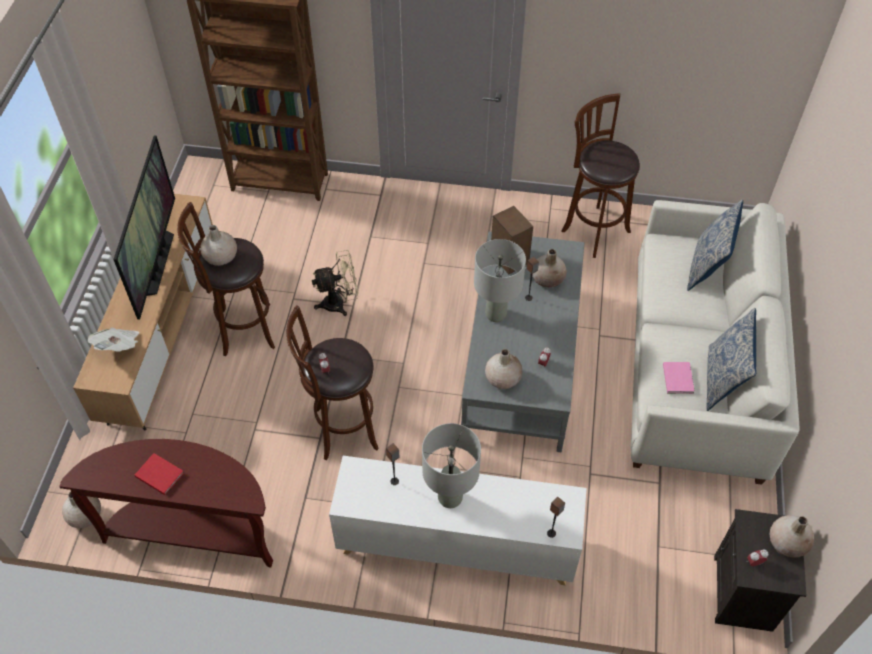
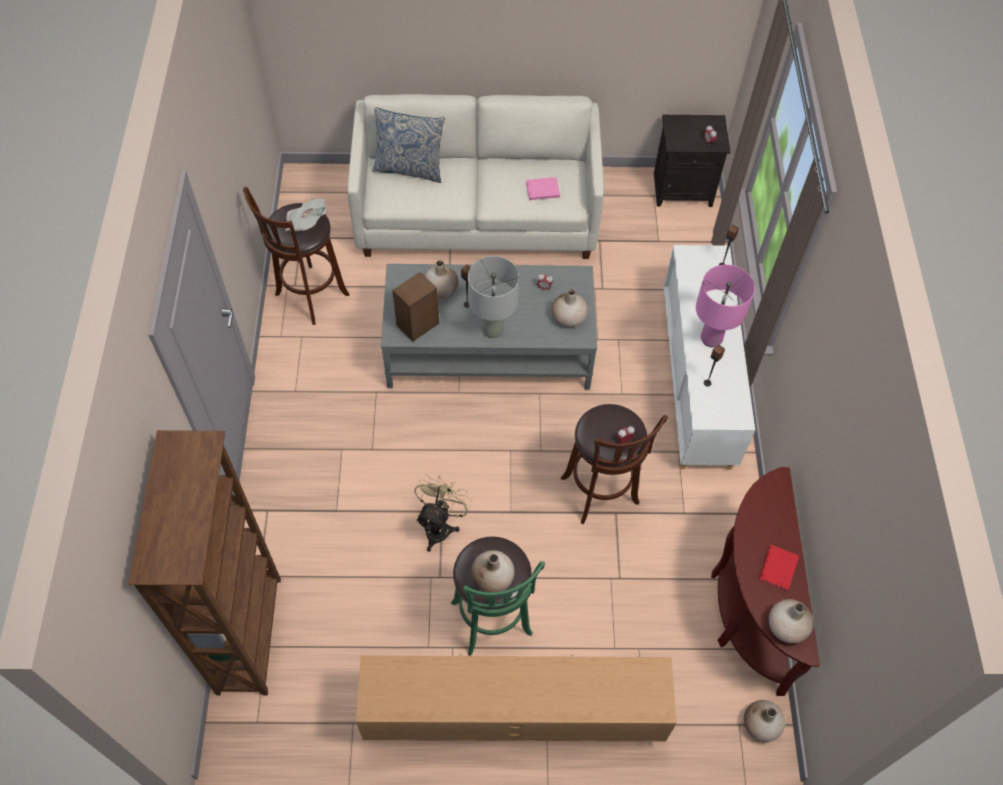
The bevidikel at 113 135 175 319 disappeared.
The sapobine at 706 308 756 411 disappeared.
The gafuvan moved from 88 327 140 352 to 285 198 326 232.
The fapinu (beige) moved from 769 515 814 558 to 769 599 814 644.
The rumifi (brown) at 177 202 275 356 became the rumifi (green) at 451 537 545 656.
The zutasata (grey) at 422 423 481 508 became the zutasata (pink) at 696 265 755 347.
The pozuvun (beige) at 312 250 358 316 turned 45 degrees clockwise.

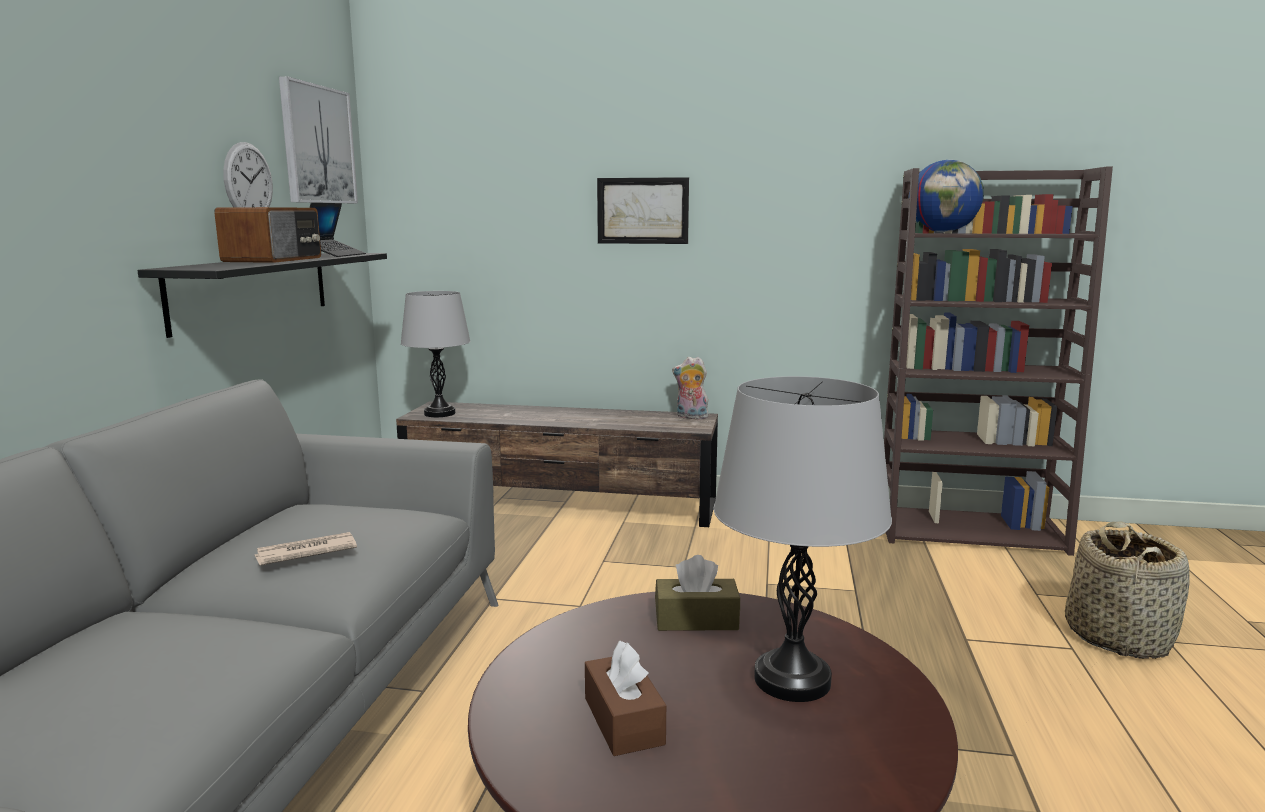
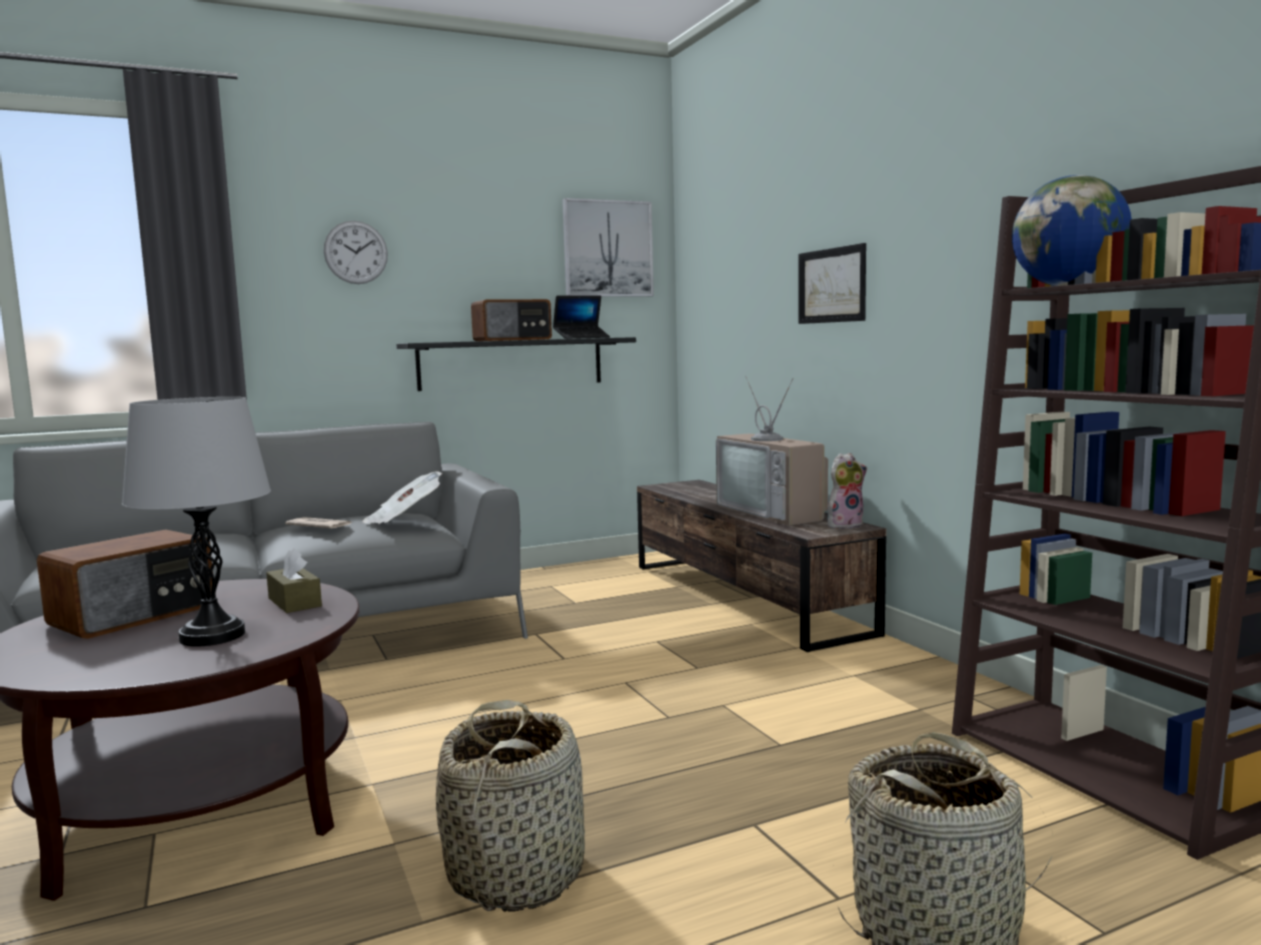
The zutasata (grey) at 401 291 470 417 disappeared.
The gafuvan at 363 471 442 524 appeared.
The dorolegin at 436 700 585 912 appeared.
The bevidikel at 716 376 828 526 appeared.
The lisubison moved from 223 142 273 207 to 324 221 388 284.
The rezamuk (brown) at 585 641 666 756 was replaced by the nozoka at 37 529 213 639.
The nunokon at 672 357 708 419 turned 90 degrees clockwise.

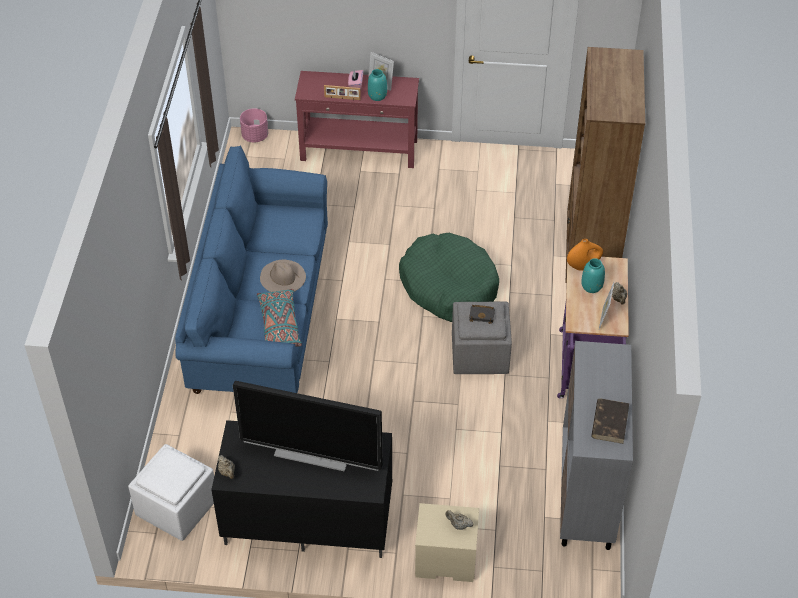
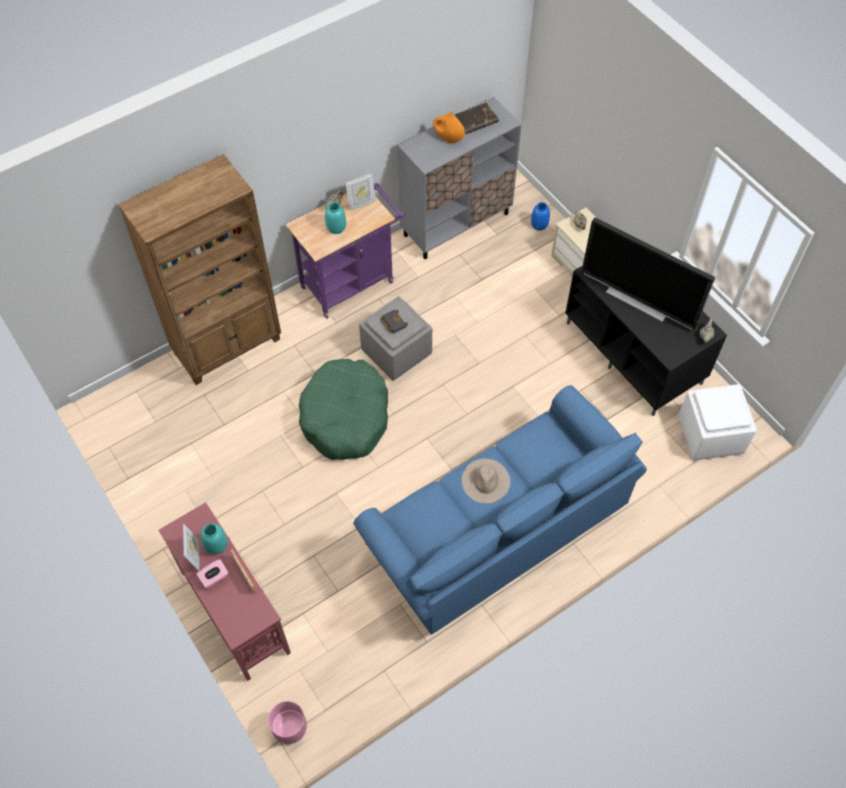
The sapobine (turquoise) at 257 289 302 347 disappeared.
The fapinu (blue) at 531 202 550 231 appeared.
The fapinu (orange) moved from 567 239 603 271 to 433 112 465 143.
The bevidikel at 233 381 383 472 turned 150 degrees clockwise.

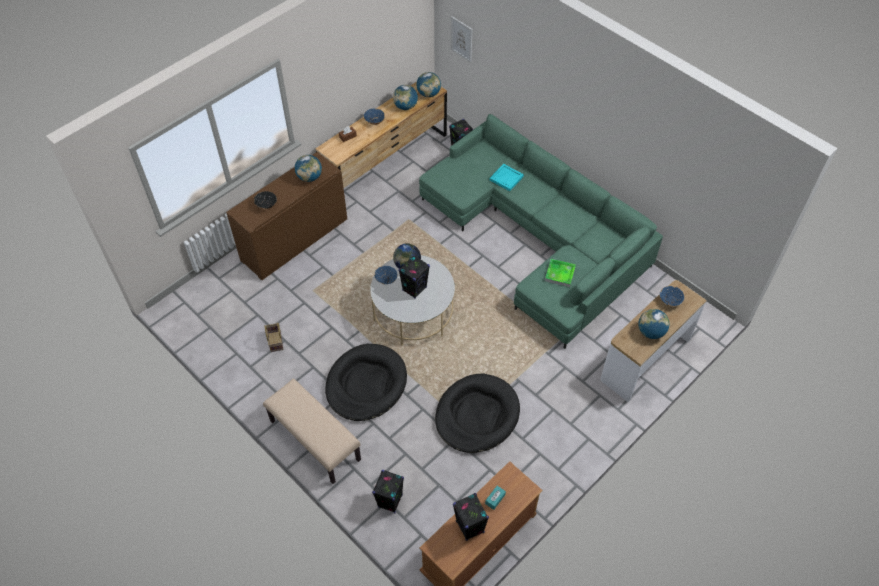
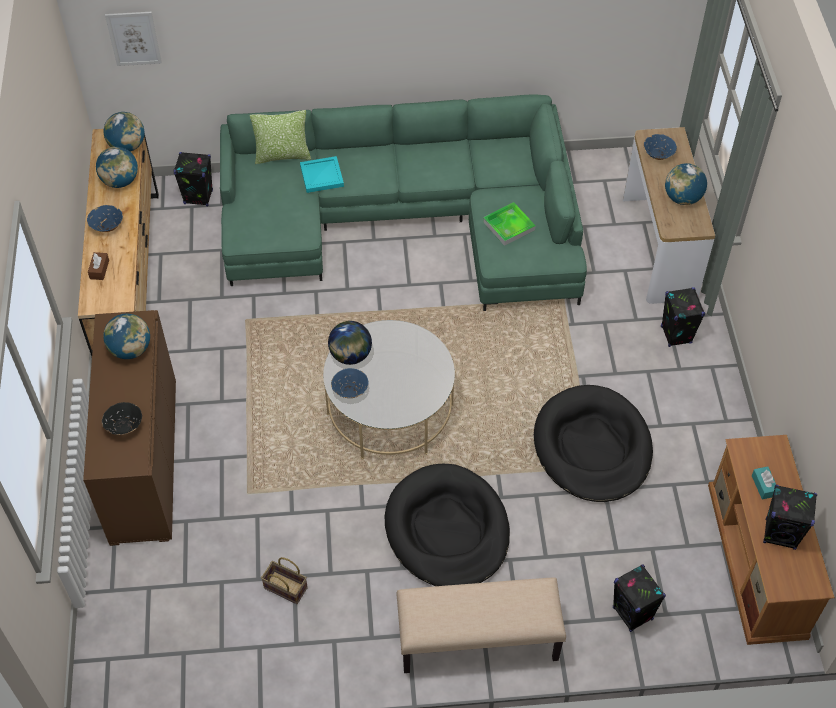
The sapobine at 250 110 311 164 appeared.
The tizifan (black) moved from 398 255 430 299 to 661 287 705 347.

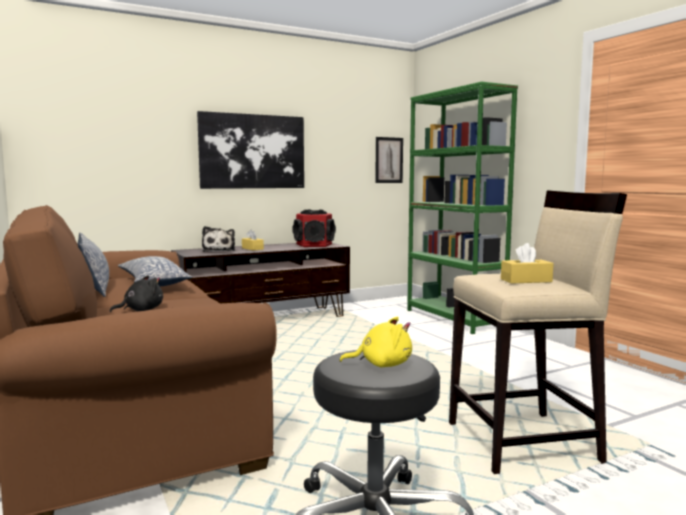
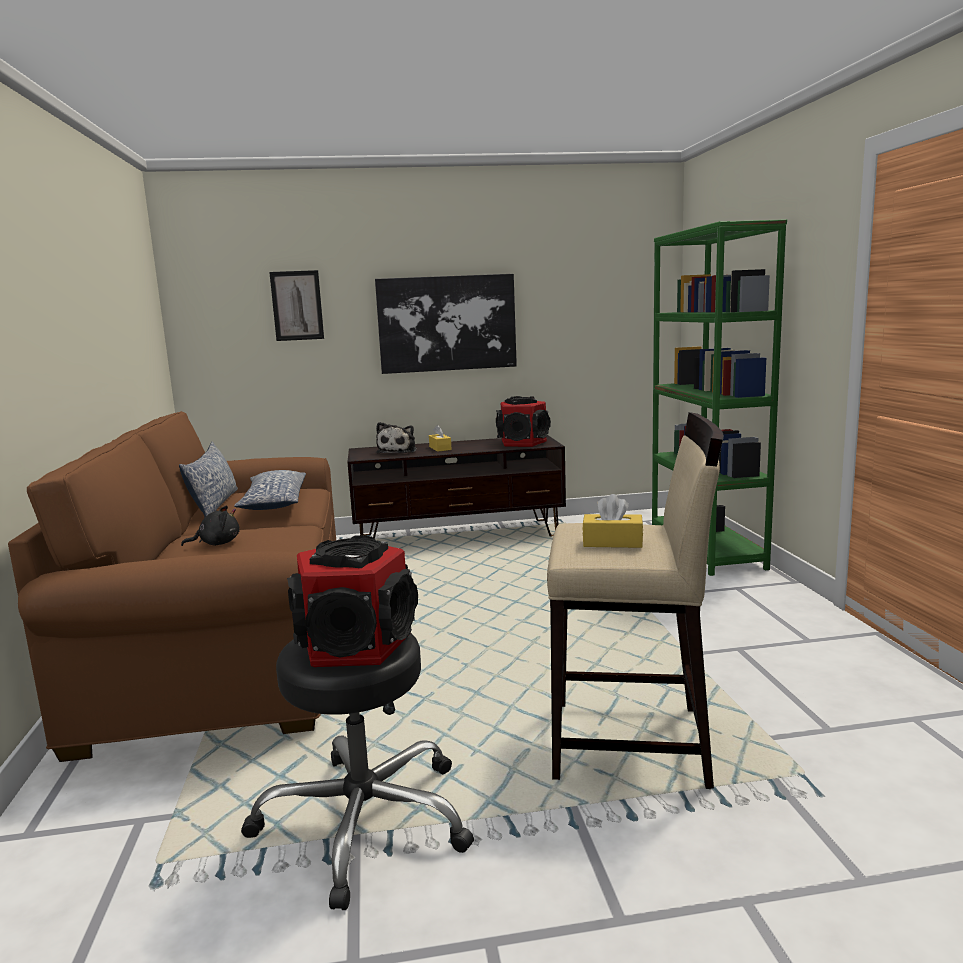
The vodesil moved from 375 137 403 183 to 269 270 324 341.
The nunokon (yellow) at 339 316 412 367 was replaced by the tizifan at 287 535 418 667.

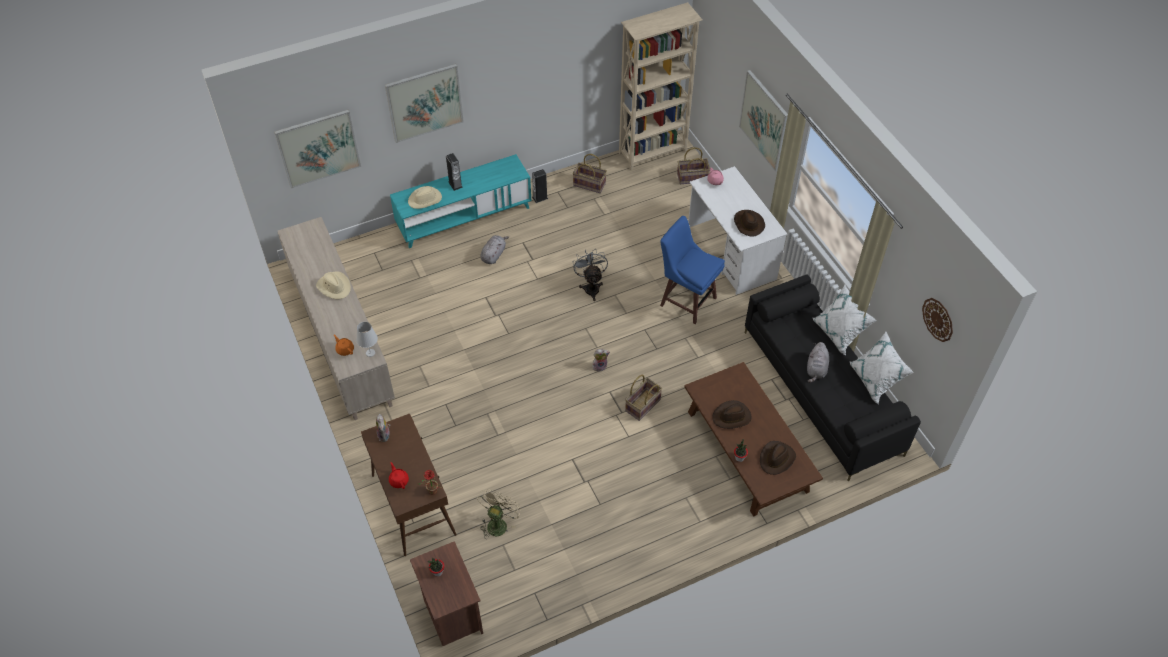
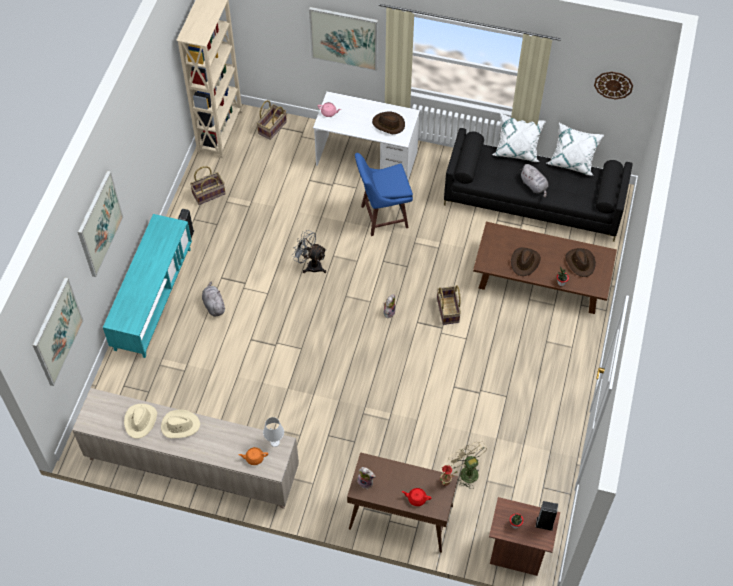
The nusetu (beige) moved from 408 186 442 209 to 124 404 157 439.
The tizifan moved from 446 153 463 191 to 536 501 558 531.

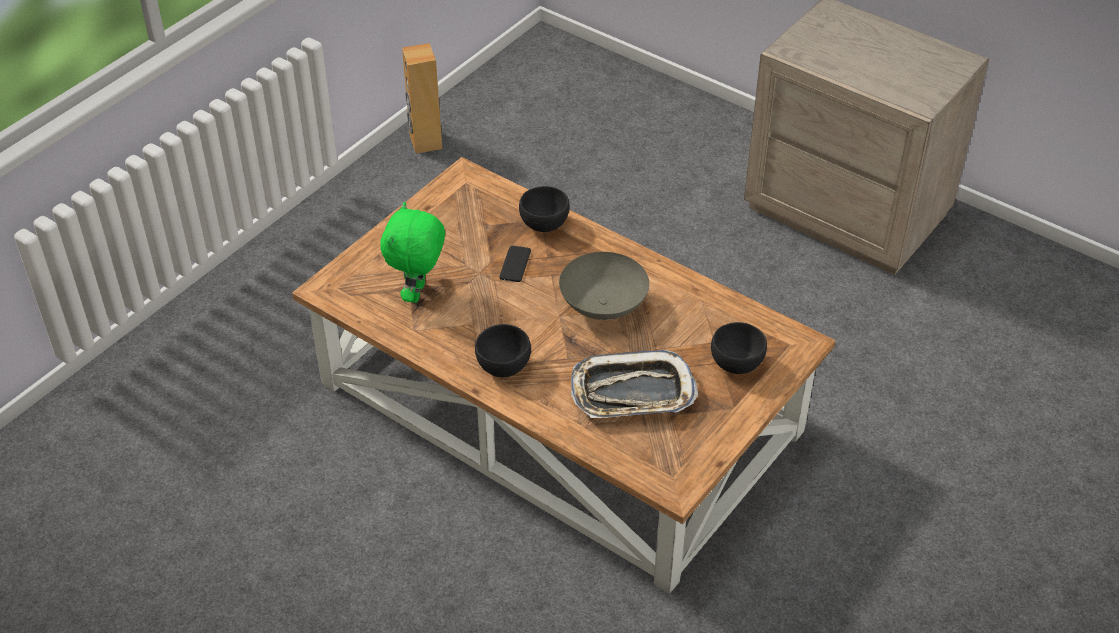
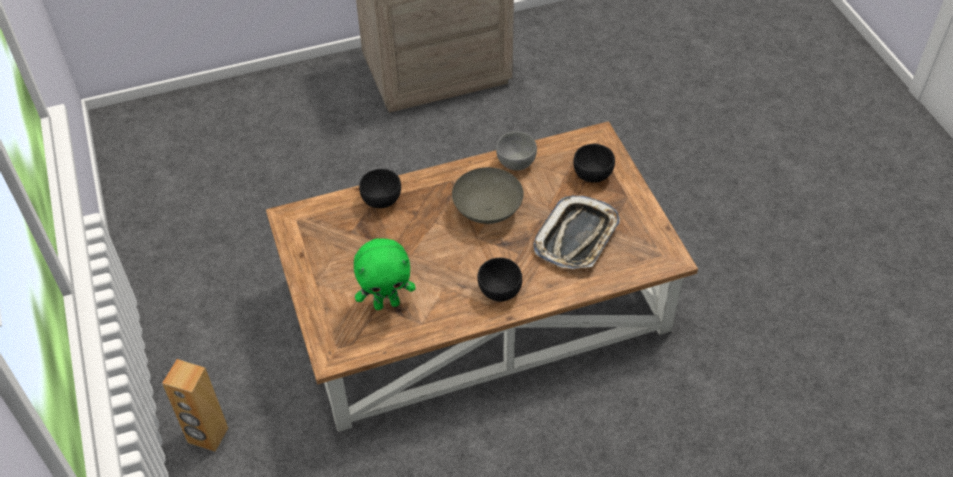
The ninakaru at 499 246 531 282 disappeared.
The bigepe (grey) at 496 131 537 171 appeared.
The tizifan (brown) moved from 402 43 442 154 to 162 359 228 452.
The nunokon (green) at 380 202 445 303 turned 60 degrees counterclockwise.

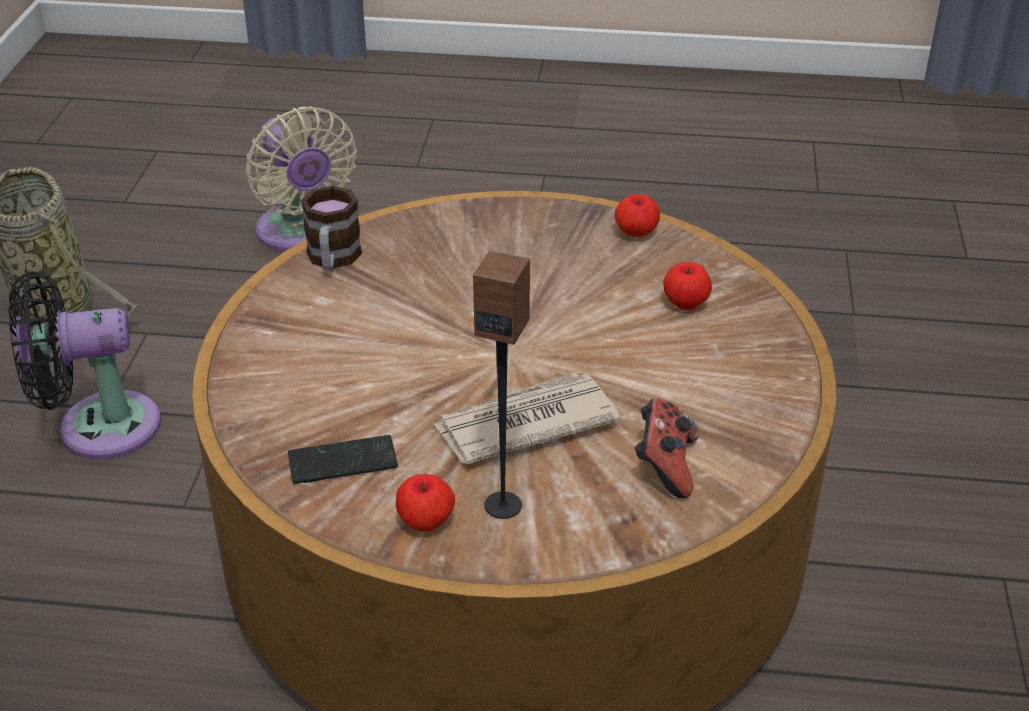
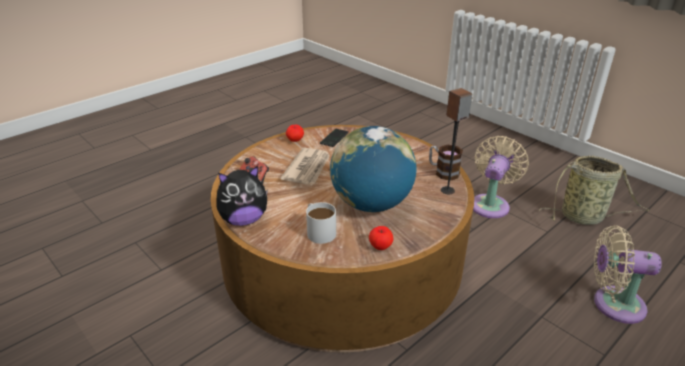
The nunokon at 216 166 268 226 appeared.
The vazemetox at 330 126 416 212 appeared.
The tizifan moved from 473 250 530 519 to 441 88 472 195.
The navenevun at 663 262 712 310 was replaced by the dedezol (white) at 306 202 336 244.
The pozuvun (black) at 9 271 161 460 became the pozuvun (beige) at 473 136 529 218.

